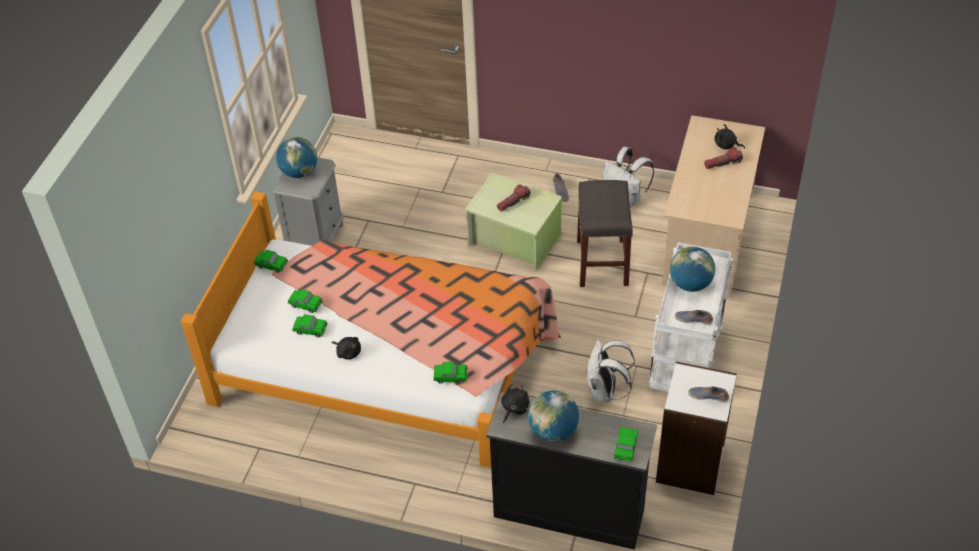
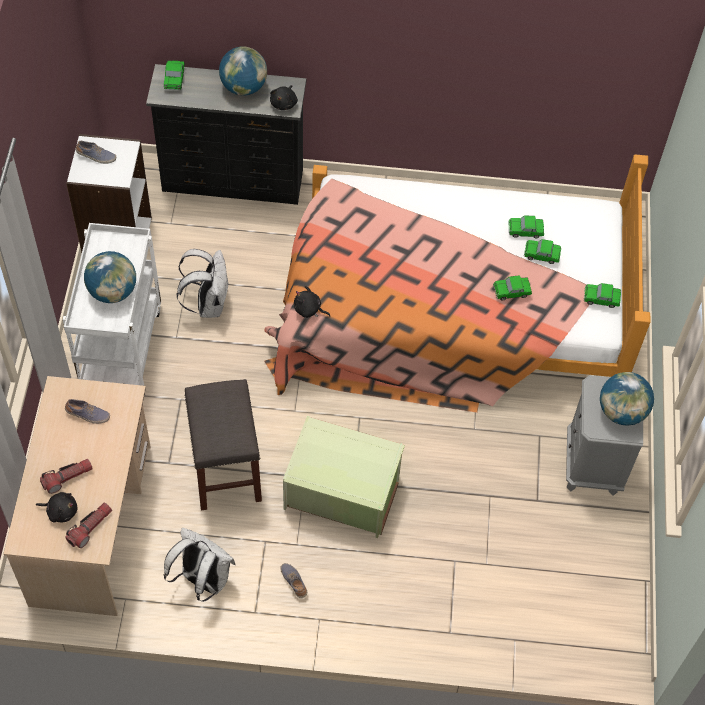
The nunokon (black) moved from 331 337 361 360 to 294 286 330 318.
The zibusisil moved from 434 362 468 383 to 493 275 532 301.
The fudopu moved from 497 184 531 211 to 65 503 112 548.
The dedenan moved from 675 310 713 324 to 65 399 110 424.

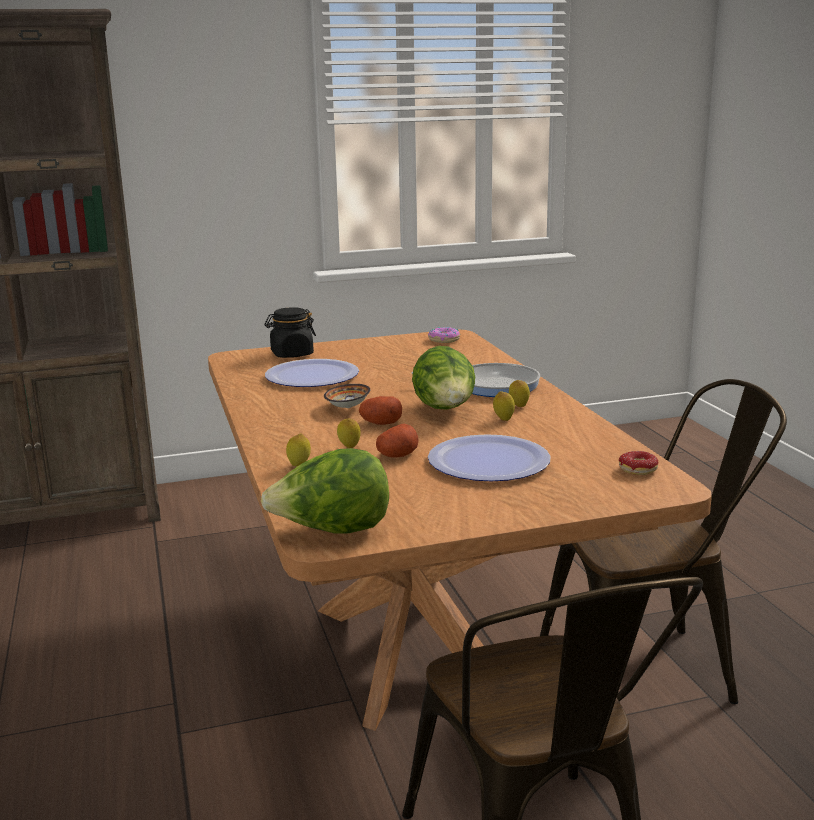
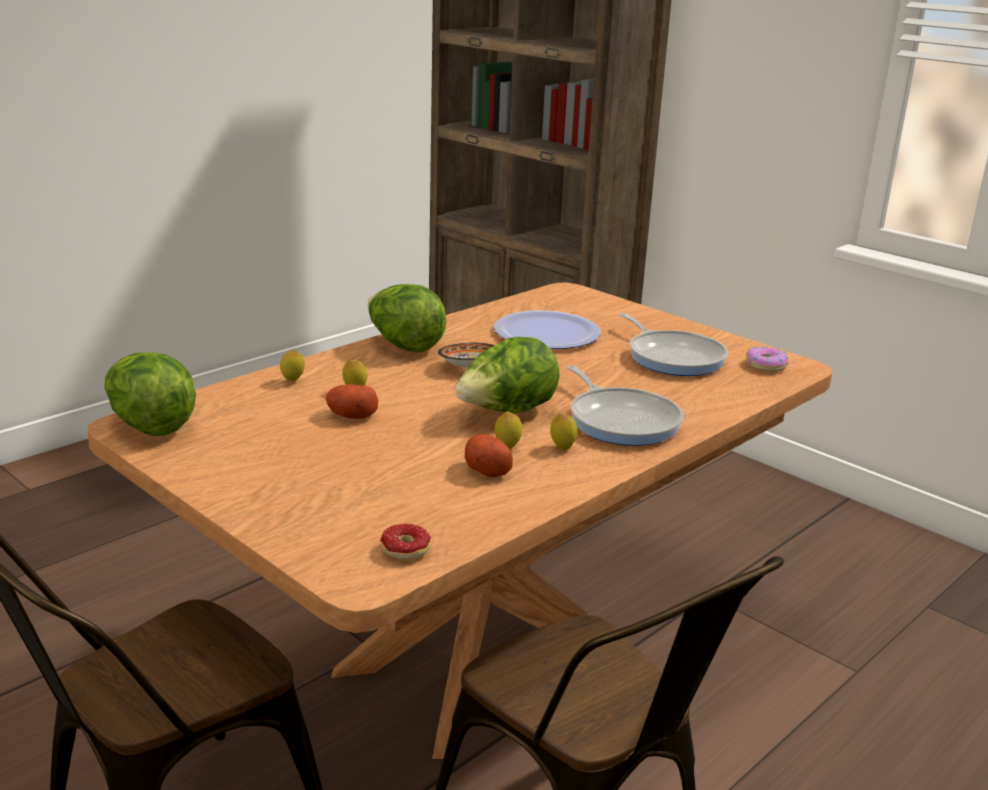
The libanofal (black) at 264 307 316 358 disappeared.
The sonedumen at 428 434 551 481 disappeared.
The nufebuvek at 368 284 447 352 appeared.
The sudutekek at 619 313 728 376 appeared.
The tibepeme moved from 359 396 402 425 to 465 434 513 477.

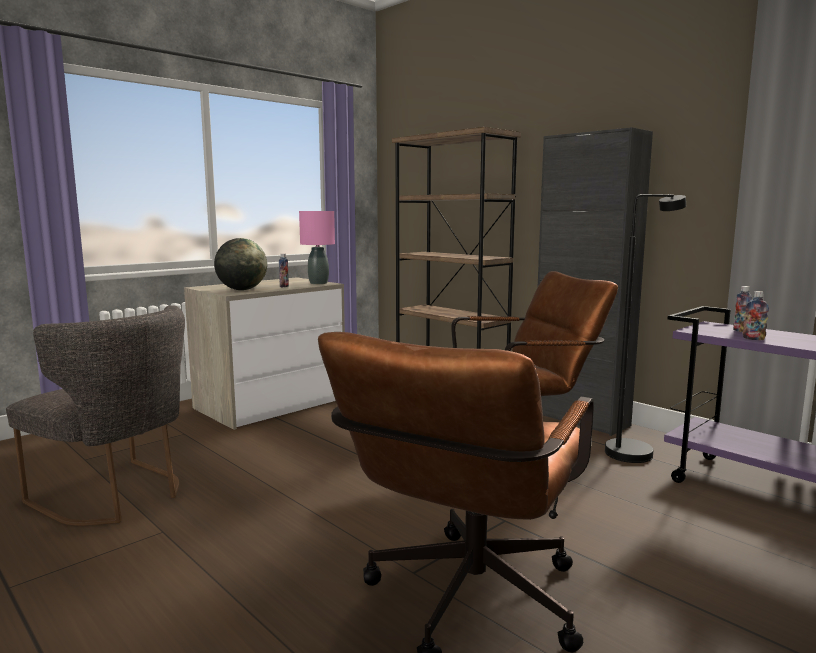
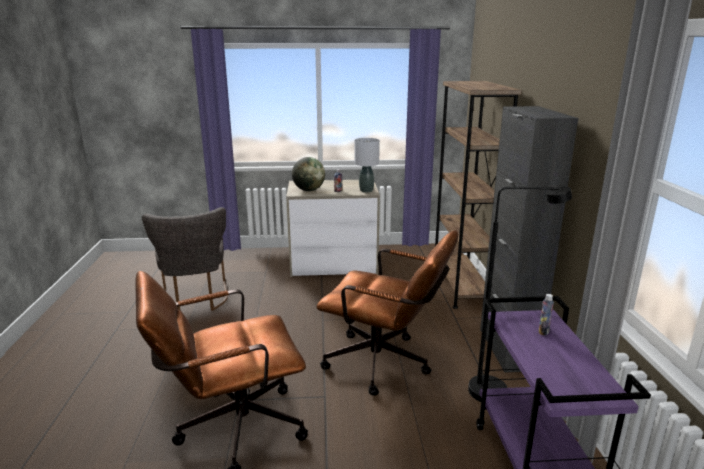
The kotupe at 743 291 769 340 disappeared.
The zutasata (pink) at 299 211 335 284 became the zutasata (grey) at 354 138 380 193.

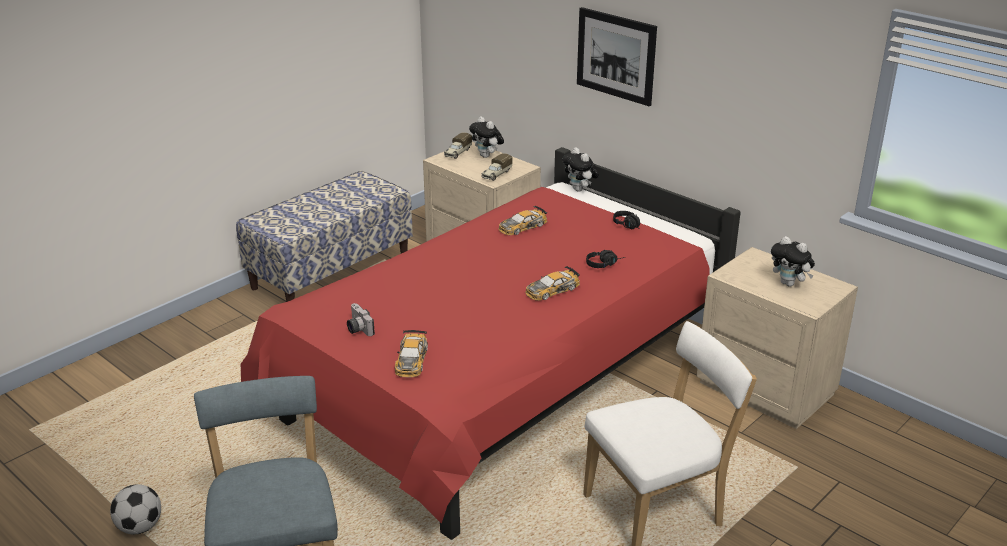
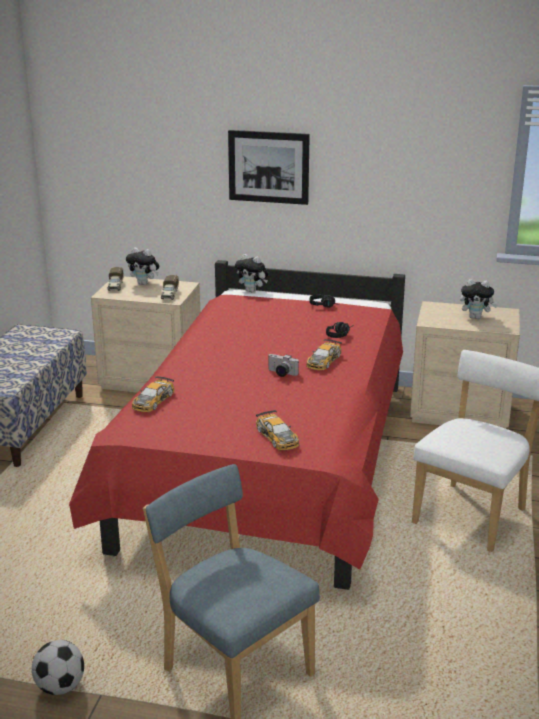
The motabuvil moved from 347 303 375 336 to 268 354 299 377.
The zibusisil moved from 499 206 547 235 to 132 376 175 412.

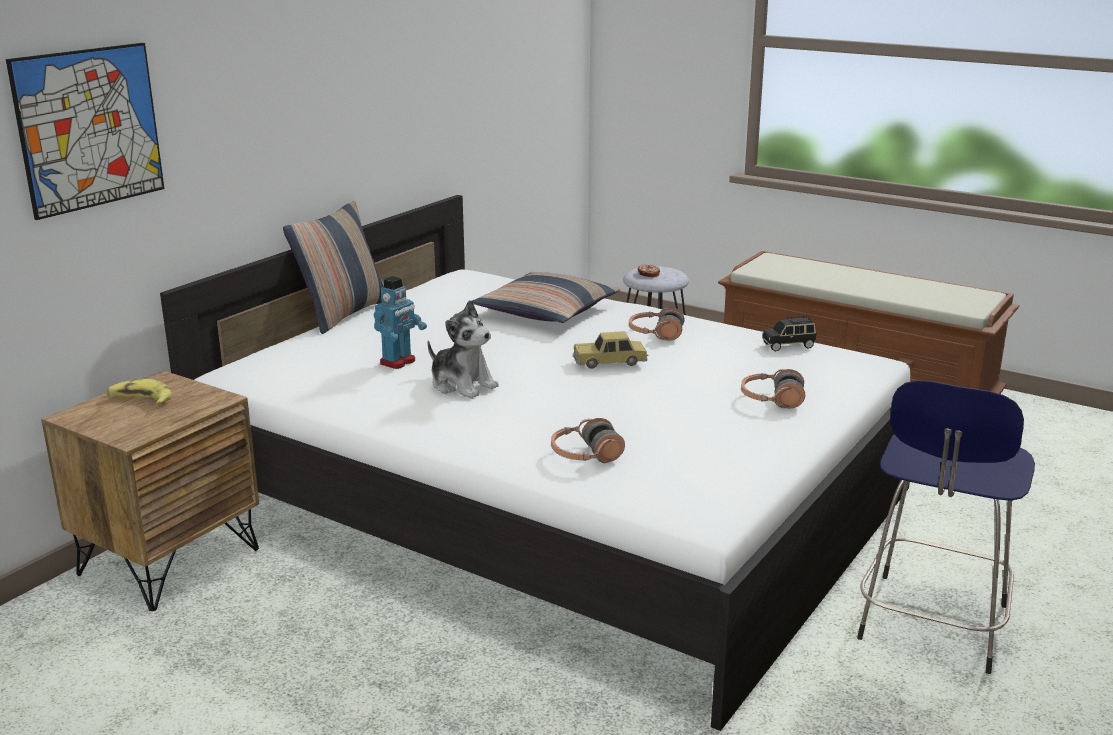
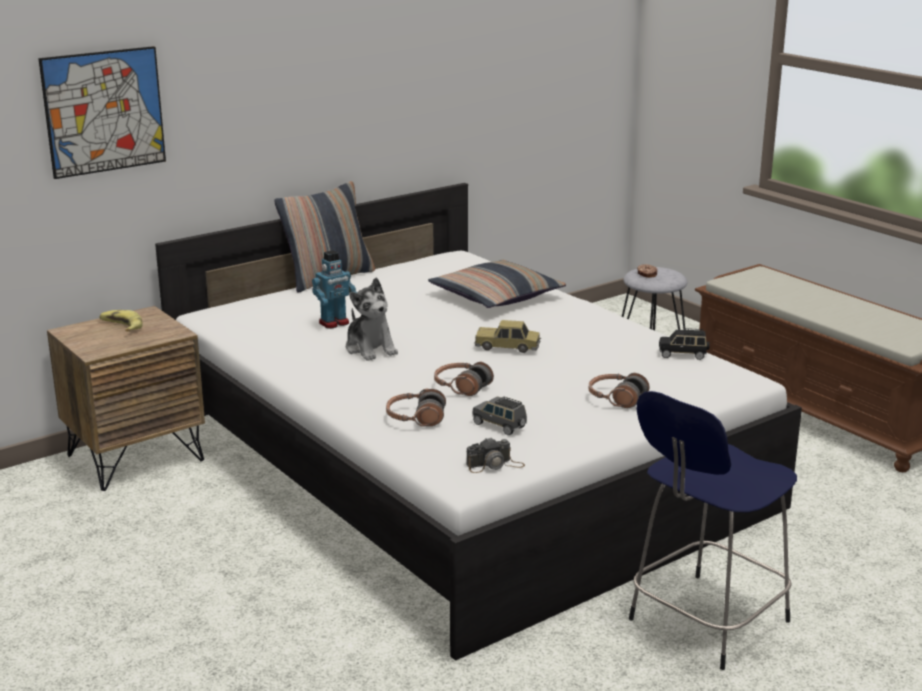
The motabuvil at 466 438 525 473 appeared.
The zibusisil (grey) at 472 396 527 435 appeared.
The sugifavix moved from 629 308 685 341 to 434 362 494 396.

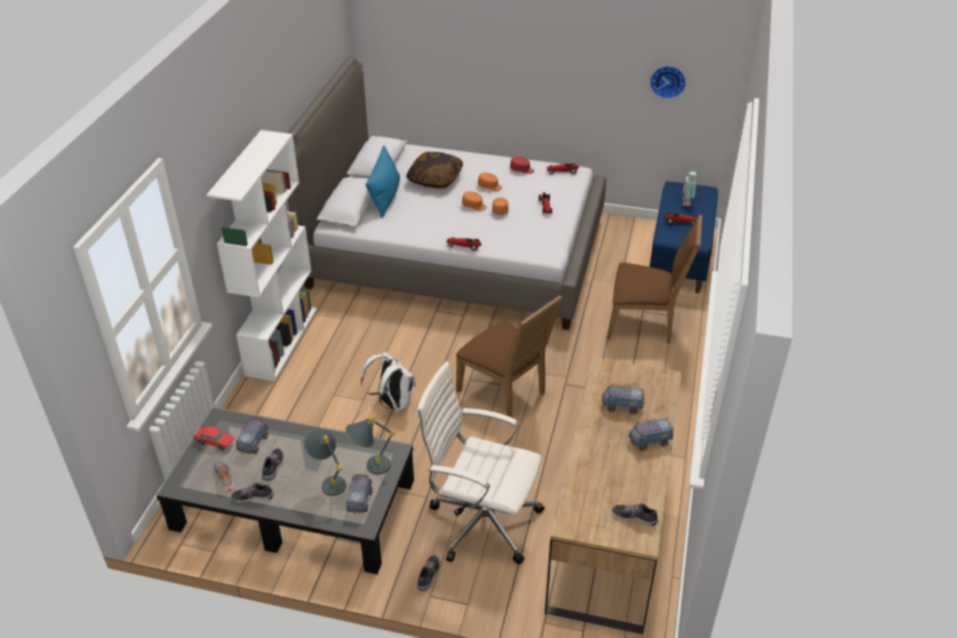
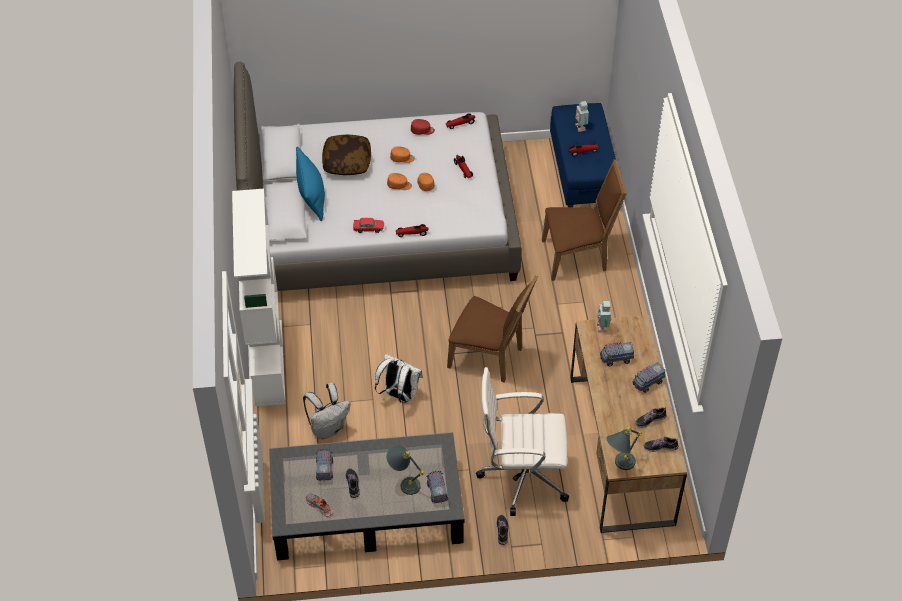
The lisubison at 650 66 686 99 disappeared.
The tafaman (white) at 303 383 350 439 appeared.
The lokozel at 597 301 611 333 appeared.
The zibusisil moved from 193 426 235 450 to 353 218 384 233.
The dedenan moved from 231 483 274 503 to 635 407 667 428.
The zutasata (grey) moved from 345 417 395 474 to 606 427 642 470.

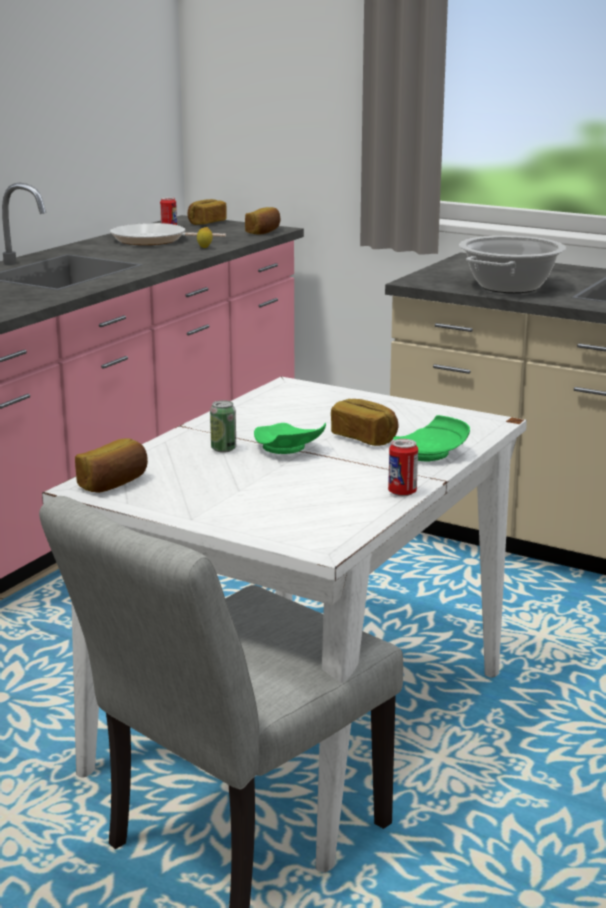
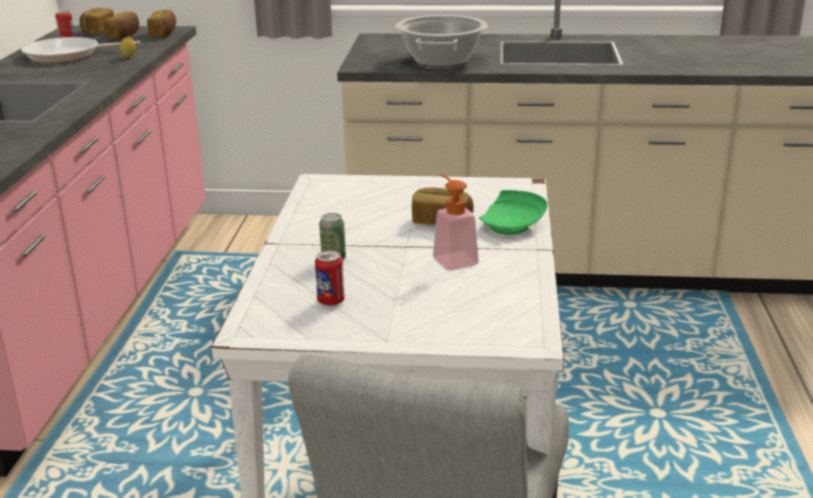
The sonedumen (green) at 254 423 326 454 disappeared.
The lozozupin at 433 174 479 271 appeared.
The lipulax moved from 75 438 148 493 to 103 12 139 39.
The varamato moved from 388 439 418 496 to 315 251 345 306.

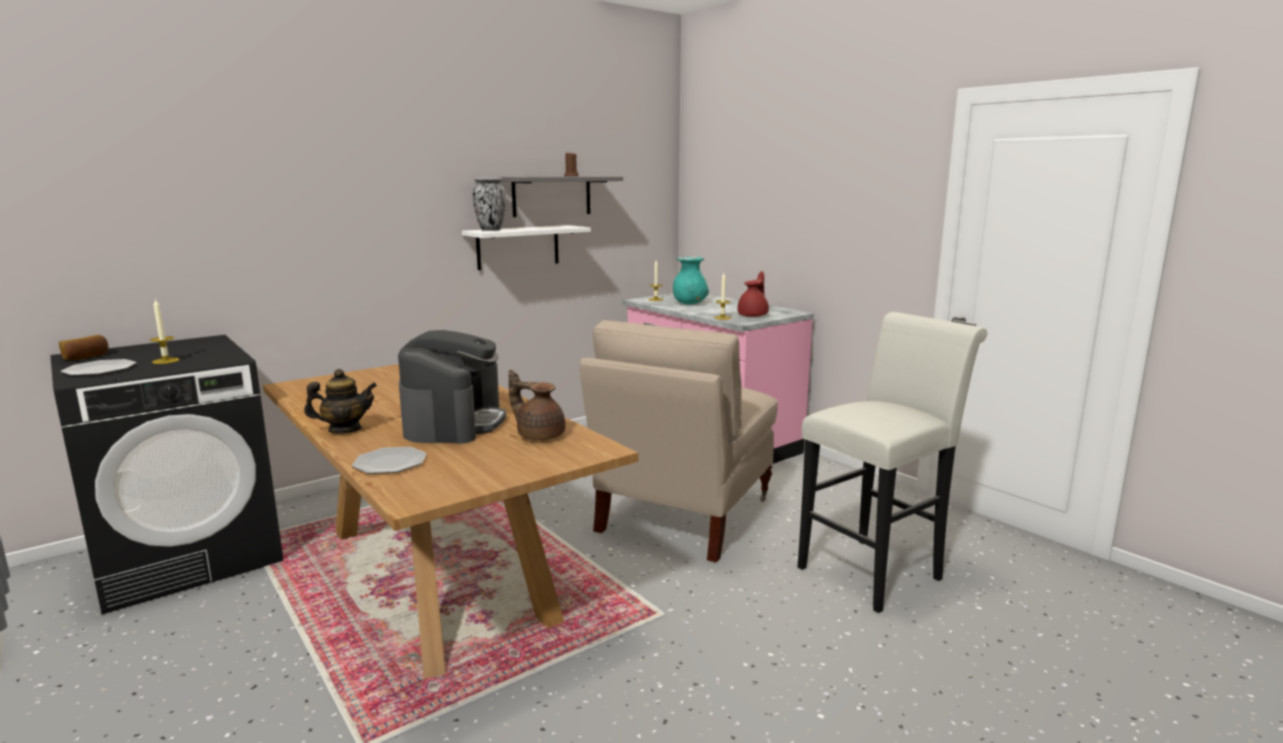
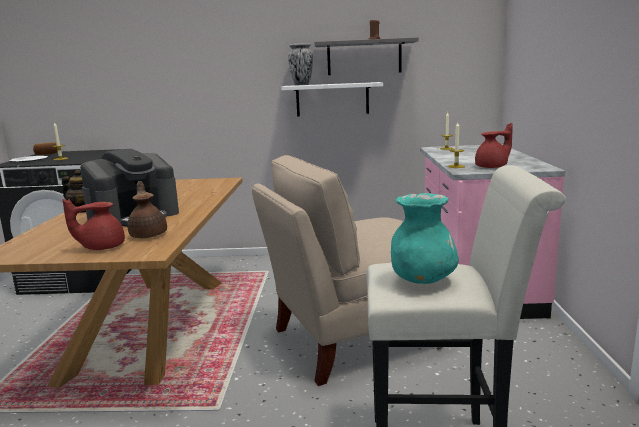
The sonedumen at 352 447 427 474 disappeared.
The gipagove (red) at 62 199 125 250 appeared.
The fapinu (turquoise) moved from 673 257 709 305 to 391 193 459 284.

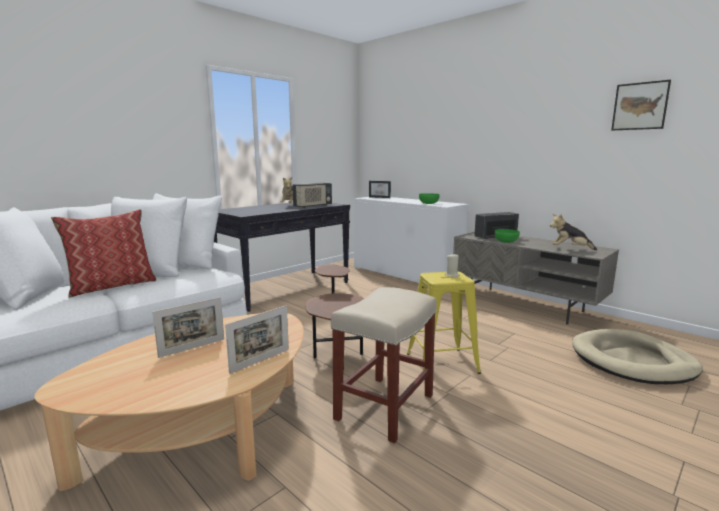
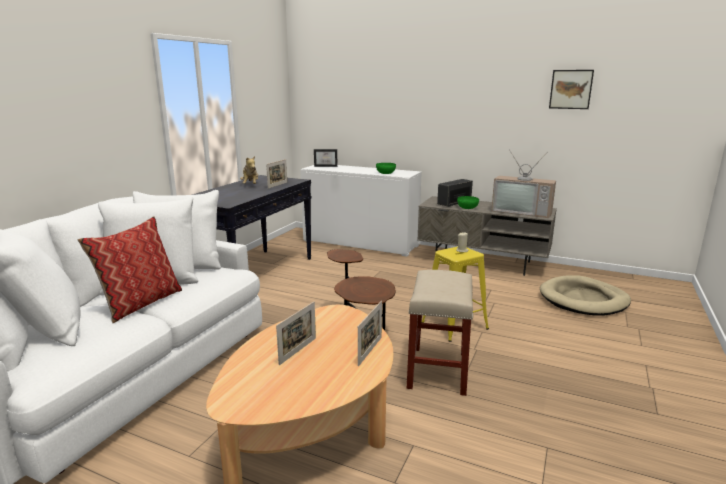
The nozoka at 292 183 332 208 was replaced by the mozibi at 266 159 287 189.
The nunokon at 550 214 597 250 was replaced by the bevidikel at 491 149 556 218.

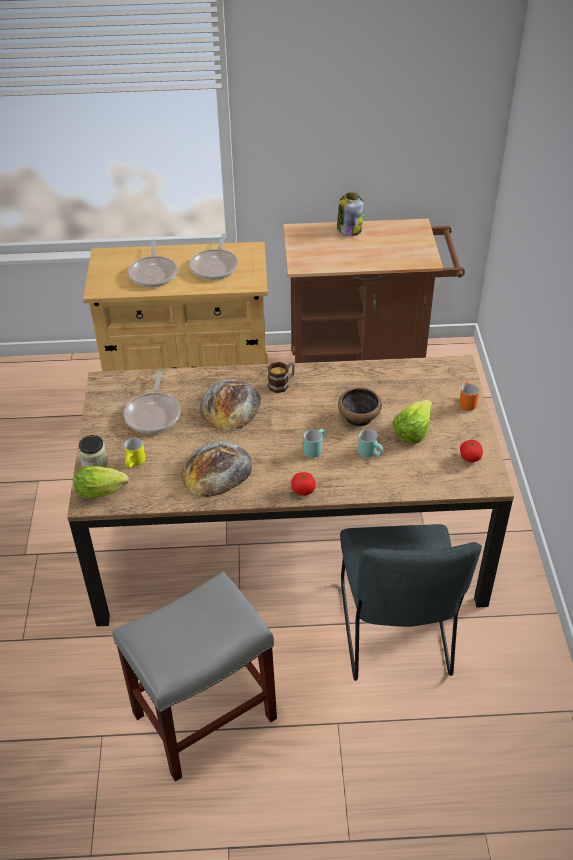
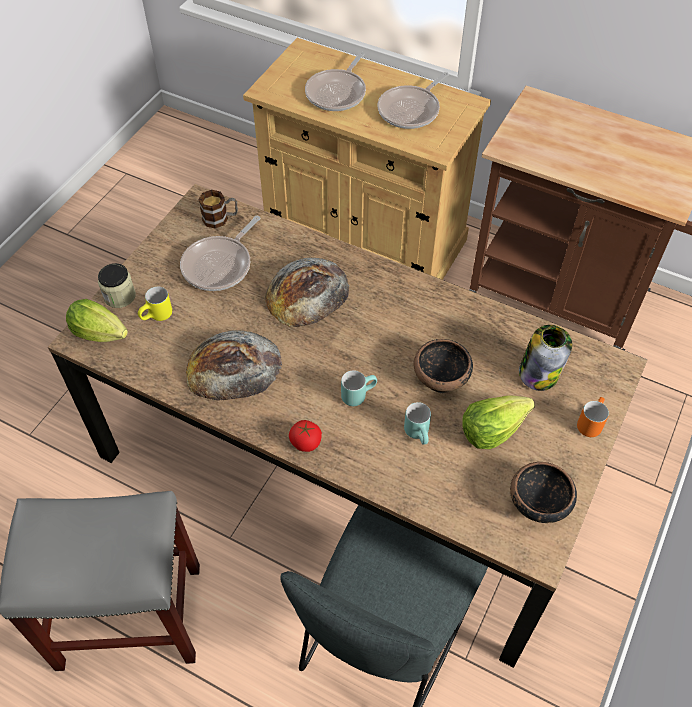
The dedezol moved from 268 362 295 393 to 199 190 238 229.
The libanofal moved from 337 193 364 236 to 519 325 572 391.
The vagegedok at 460 440 483 462 was replaced by the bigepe at 510 462 577 523.

